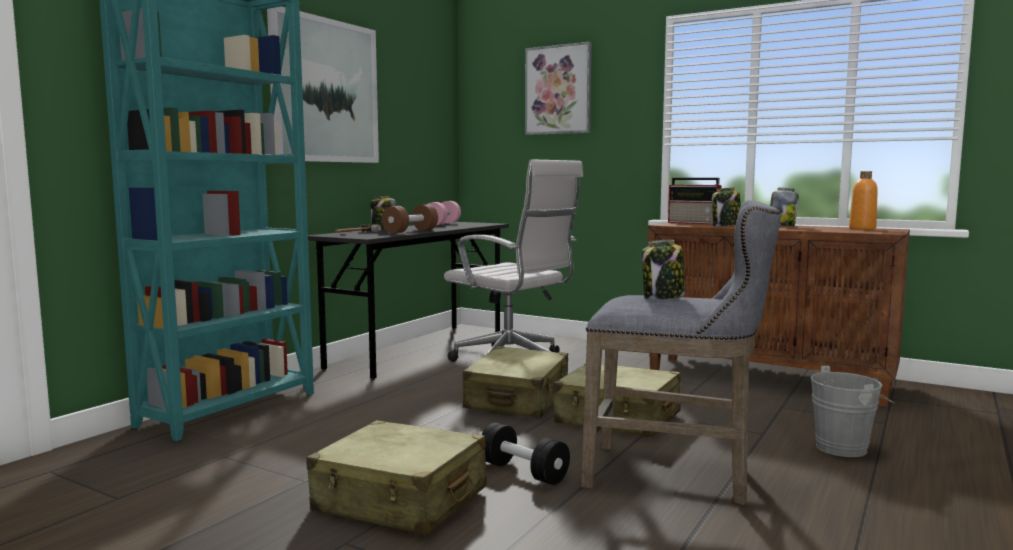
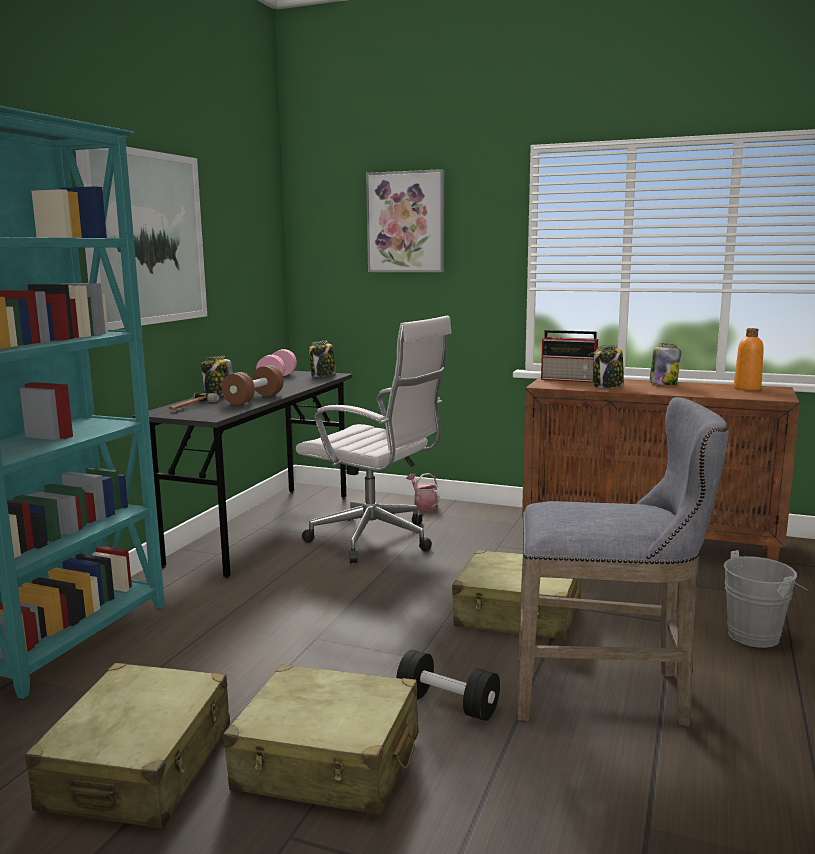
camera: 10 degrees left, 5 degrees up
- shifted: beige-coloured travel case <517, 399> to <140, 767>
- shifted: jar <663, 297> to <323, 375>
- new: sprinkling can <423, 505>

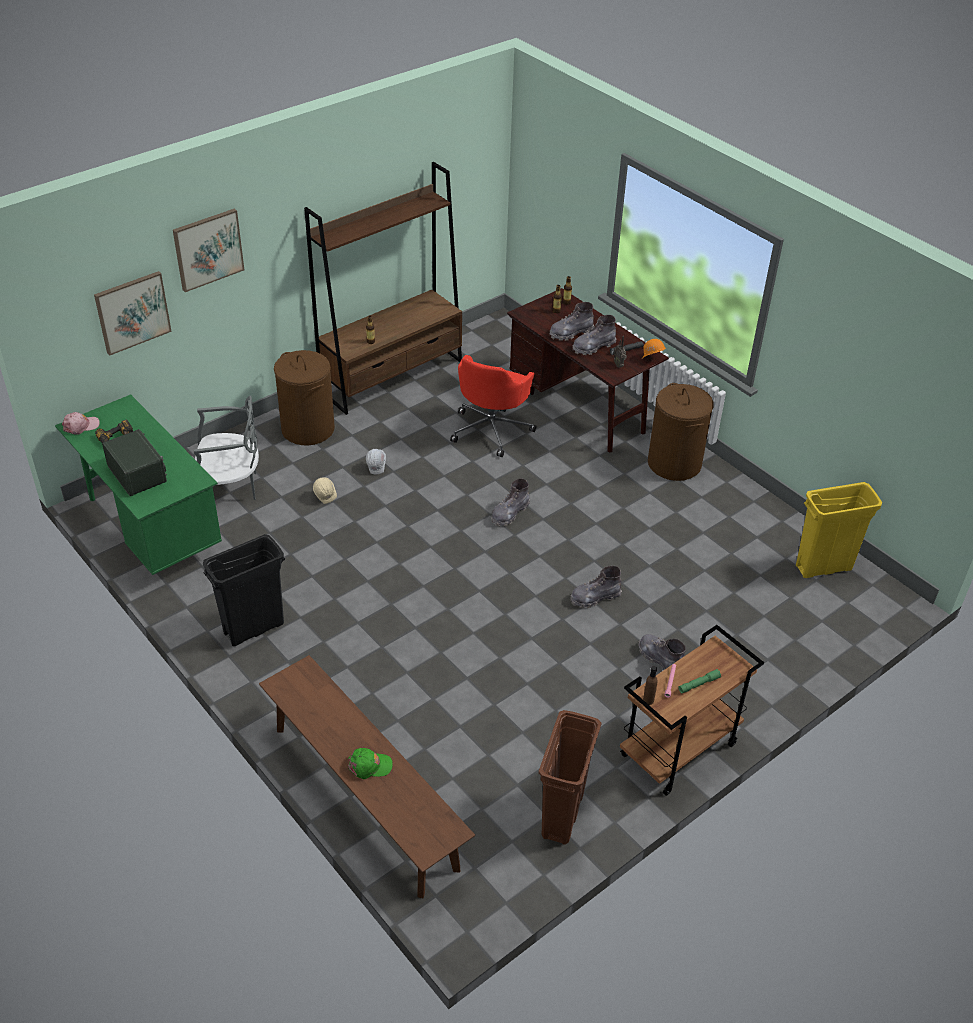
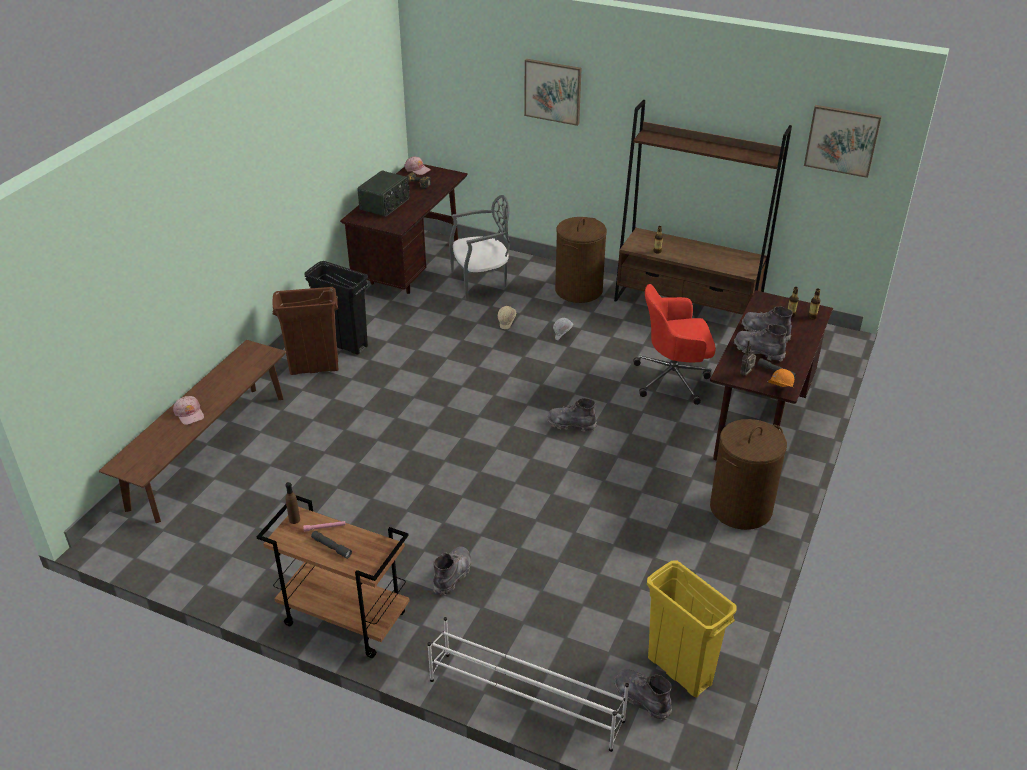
camera: 65 degrees right, 5 degrees down
- repainted: green-coloured peaked cap <370, 766> to pink-coloured peaked cap <189, 413>
- shifted: brownish rubbish bin <562, 816> to <314, 368>
- repainted: green-coloured torch <699, 684> to grey torch <331, 547>
- repainted: green-coloured desk table <150, 530> to brownish desk table <410, 267>
- new: white shoe shelf <525, 699>
- rotated: grey chair <230, 488> = <481, 281> 75 degrees counterclockwise
- shifted: grey tall boot <595, 597> to <642, 698>
- shifted: picture <132, 312> to <842, 140>

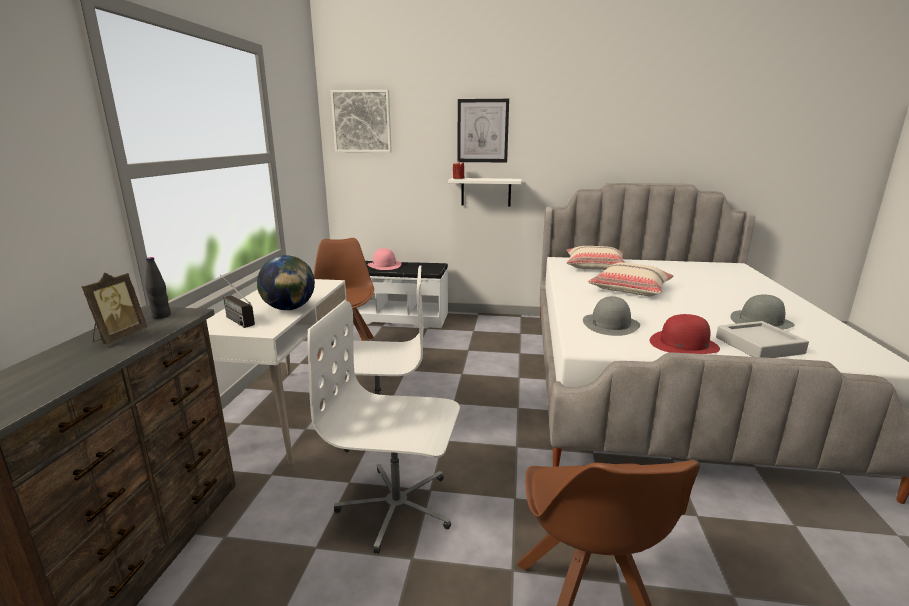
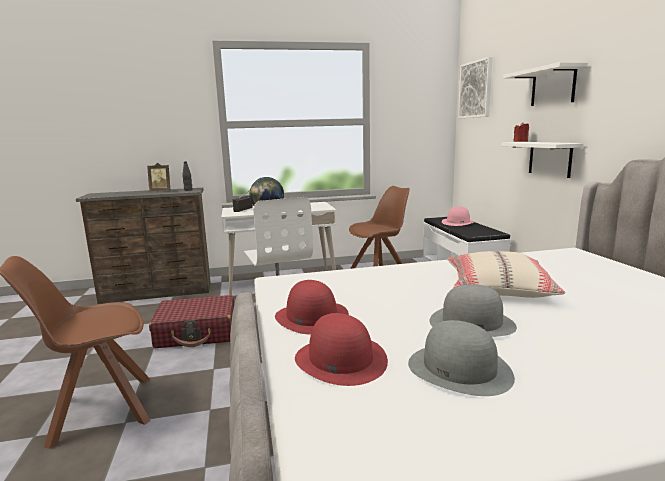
camera: 70 degrees right, 5 degrees down
- swapped: white office chair <397, 507> to red travel case <197, 333>
- swapped: grey carrying tray <759, 345> to red clothing hat <340, 359>
- shifted: grey clothing hat <610, 324> to <472, 323>
- swapped: picture <482, 131> to white bracket shelf <553, 86>
- gone: beige-coloured cushion <595, 266>

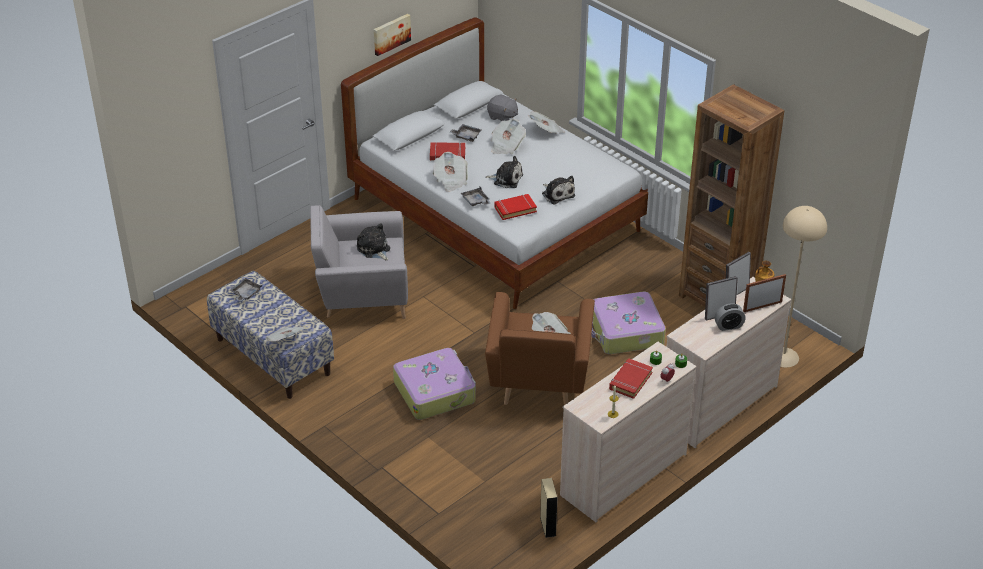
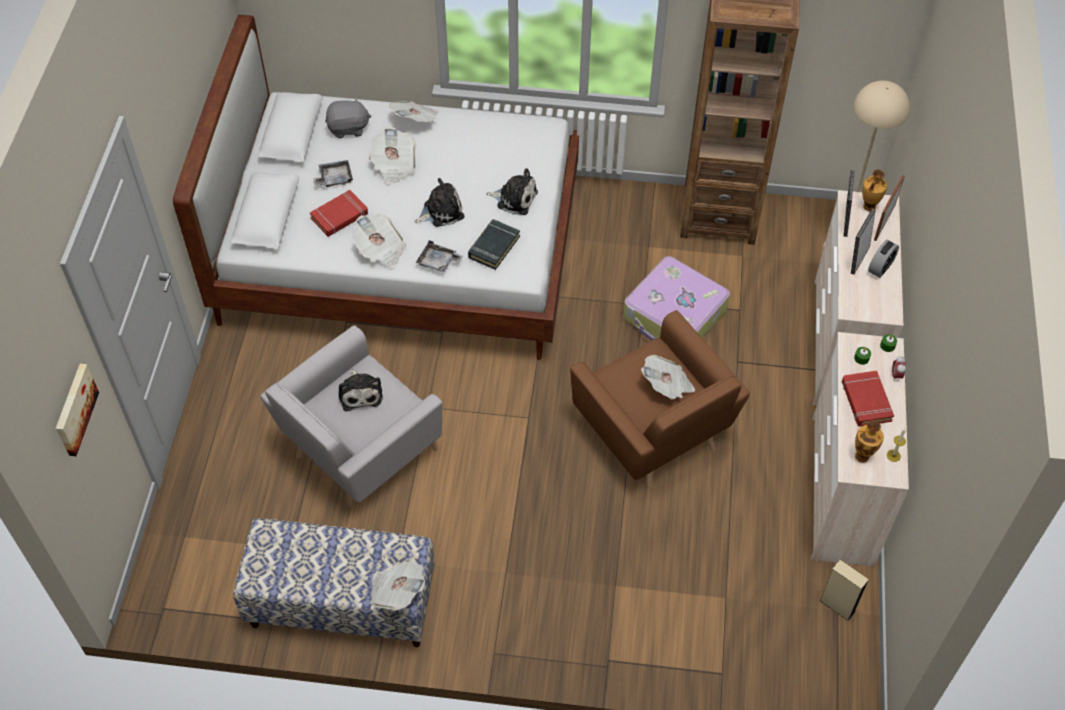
camera: 40 degrees left, 15 degrees up
- shifted: picture <391, 34> to <74, 409>
- rotated: cuddly toy <374, 249> = <360, 393> 120 degrees counterclockwise
- repainted: red volume <515, 209> to black-coloured volume <493, 247>
- new: vase <862, 456>
- gone: grey carrying tray <245, 293>
- gone: travel case <435, 391>

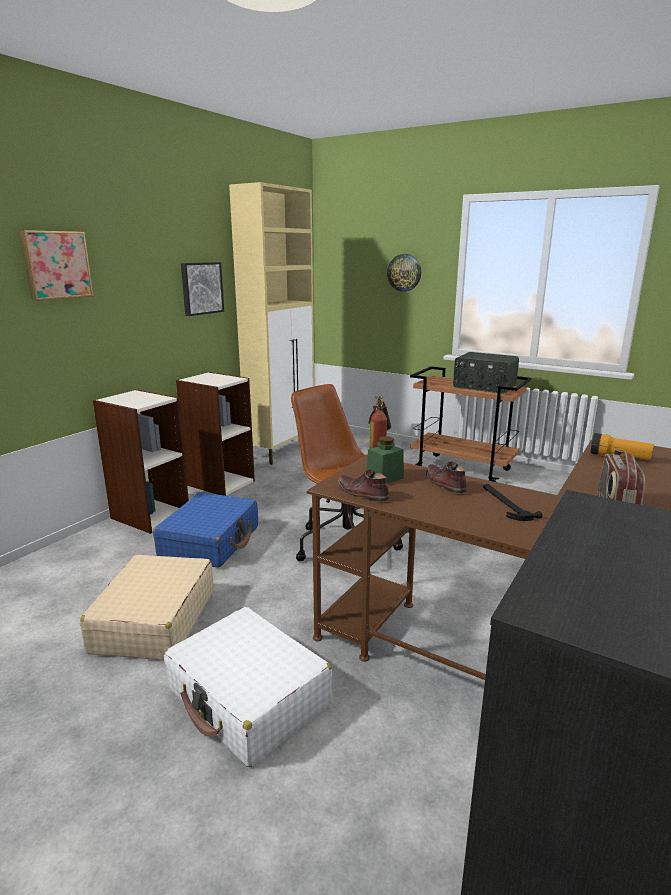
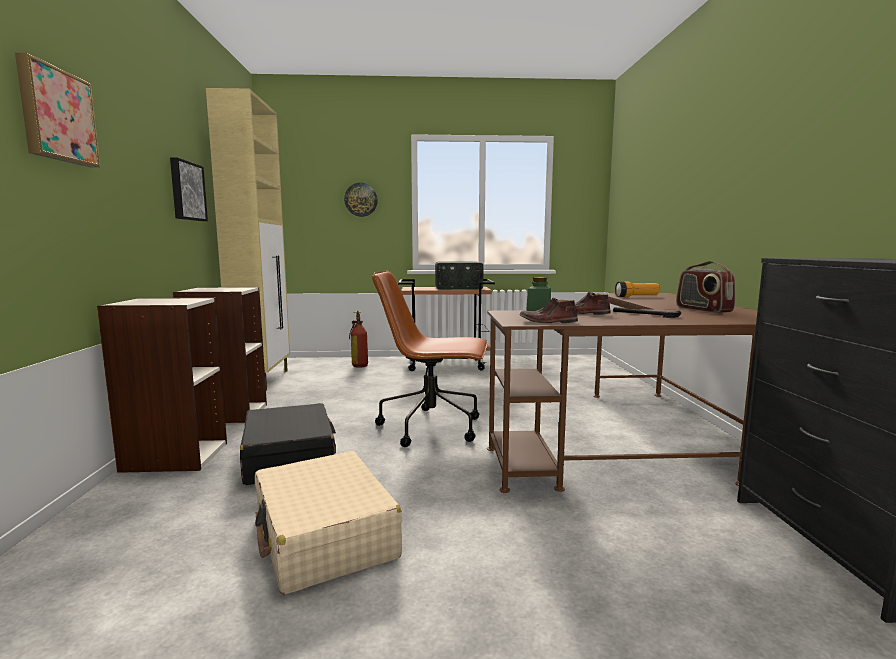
camera: 35 degrees left, 10 degrees down
- repainted: bluish travel case <210, 541> to black-coloured travel case <289, 457>
- gone: white travel case <249, 698>

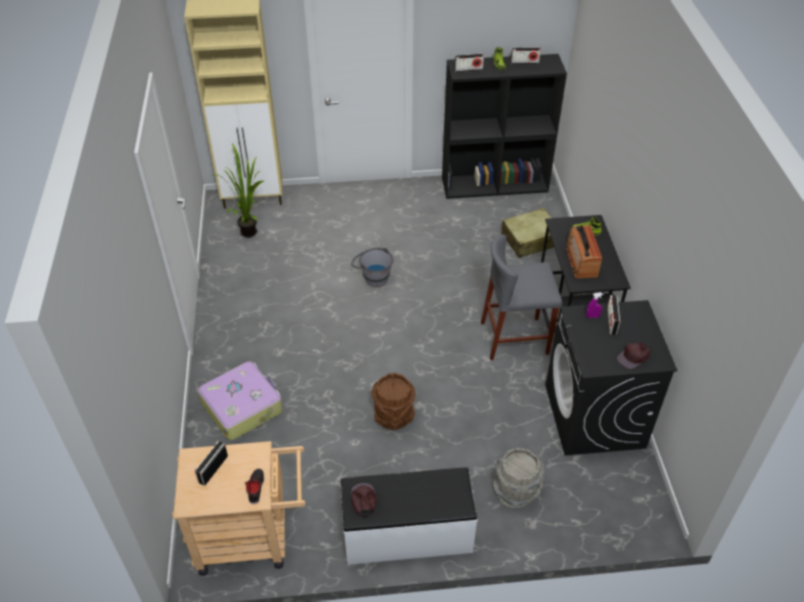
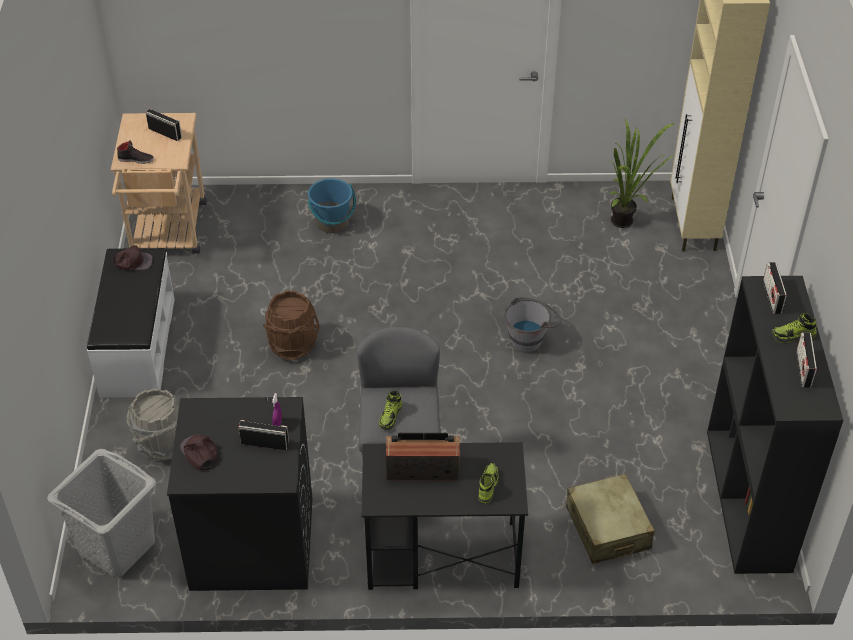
camera: 95 degrees right, 0 degrees up
- new: grey hamper <116, 547>
- swapped: travel case <242, 406> to bluish pail <332, 223>
- new: low shoe <390, 416>

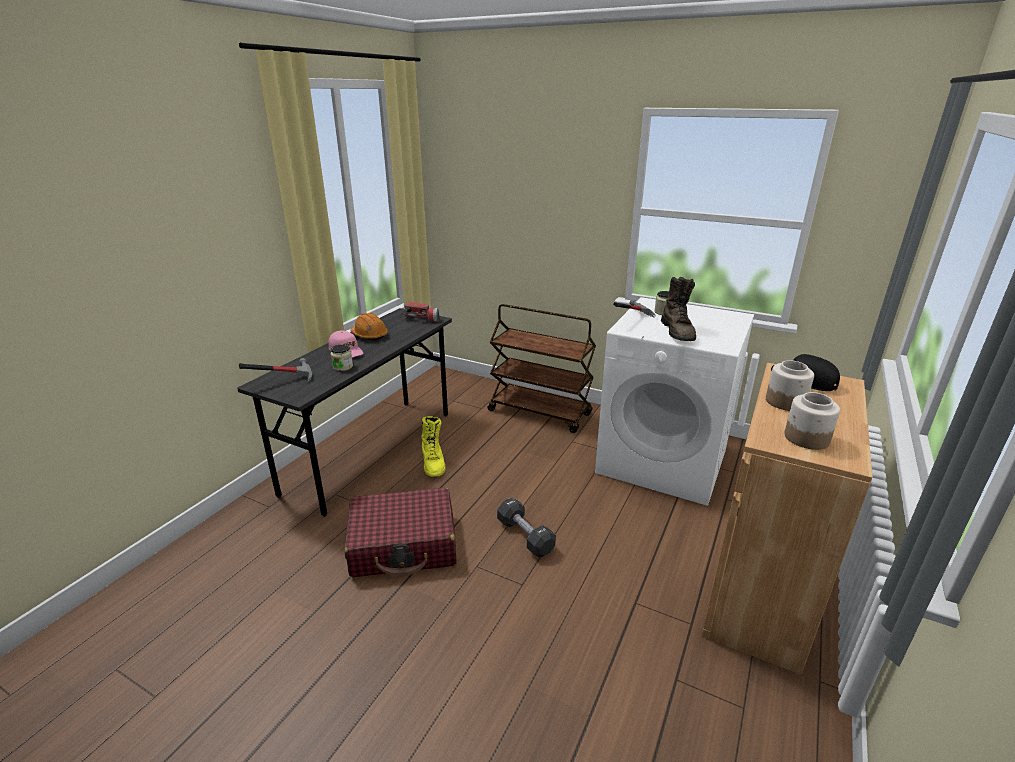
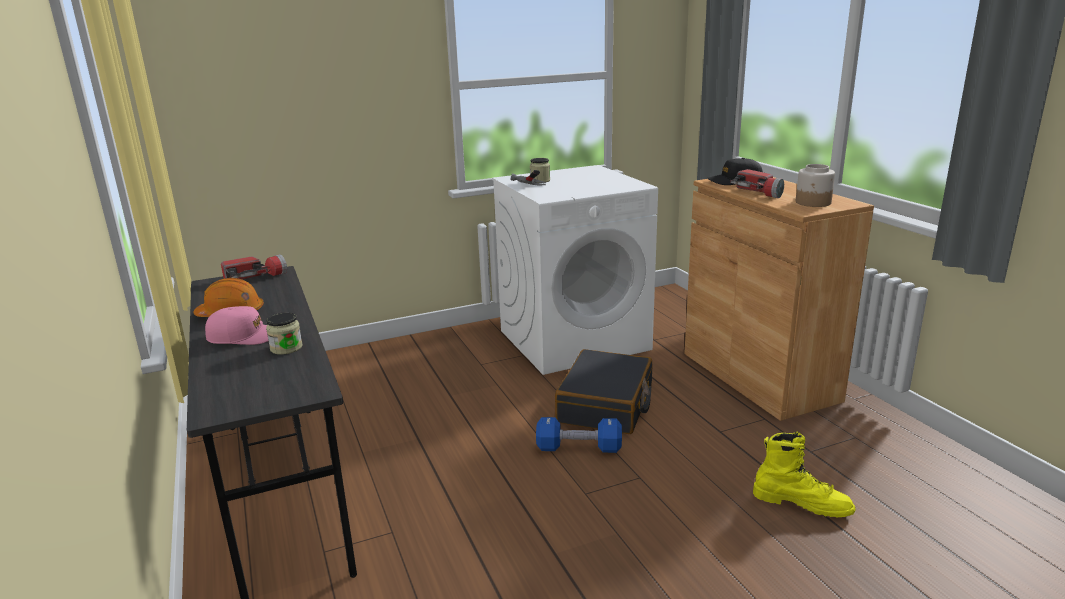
camera: 50 degrees left, 5 degrees down
- repainted: black-coloured free weight <525, 536> to bluish free weight <579, 448>
- new: black-coloured travel case <606, 405>
- swapped: jar <785, 402> to torch <758, 193>
- shifted: yellowish tall boot <433, 462> to <802, 503>
- gone: hammer <283, 380>
- gone: red travel case <404, 544>
- gone: brownish wheeled cart <540, 413>
- gone: brownish tall boot <678, 332>

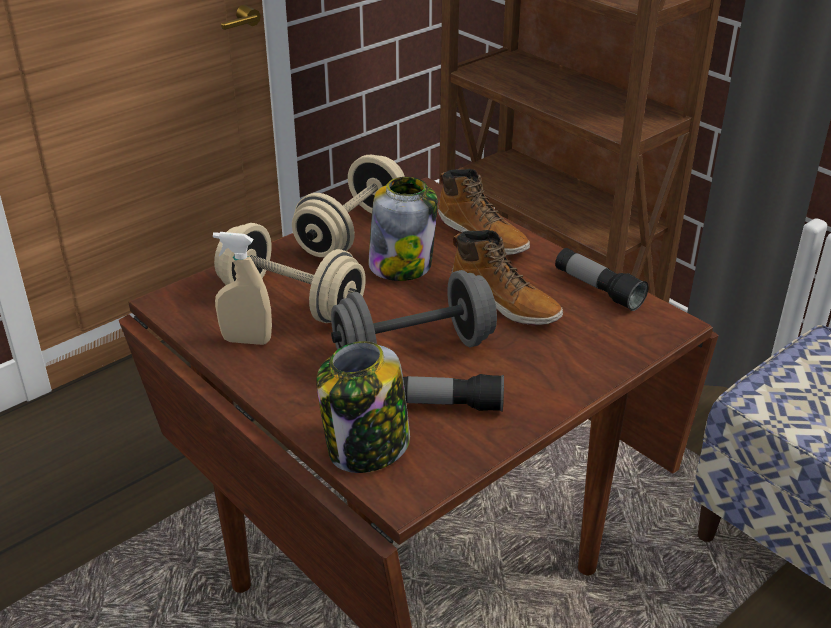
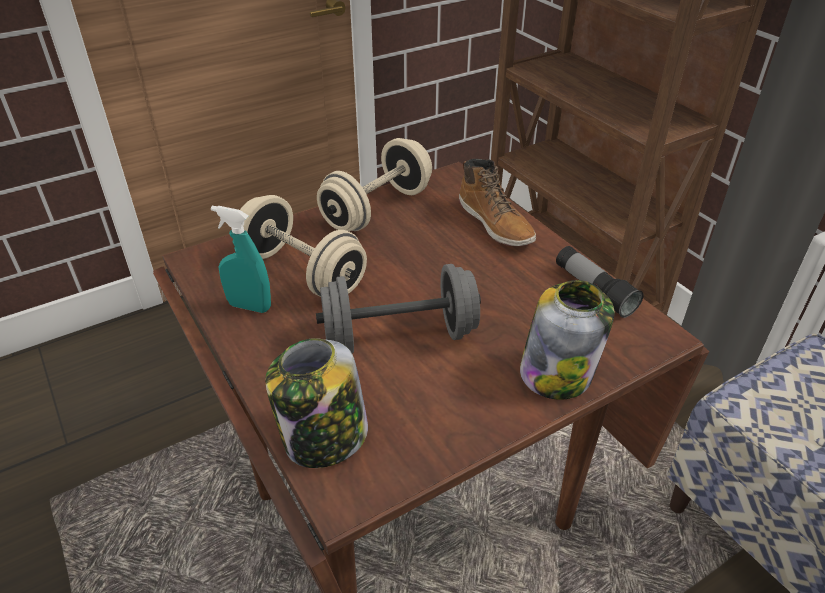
camera: 10 degrees right, 5 degrees up
- repainted: beige-coloured spray bottle <246, 340> to turquoise-coloured spray bottle <249, 306>
- shifted: jar <401, 265> to <557, 373>
- gone: torch <447, 405>
- gone: tall boot <505, 302>

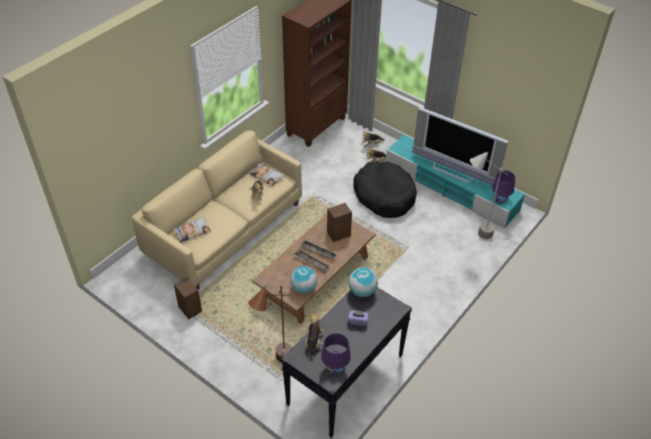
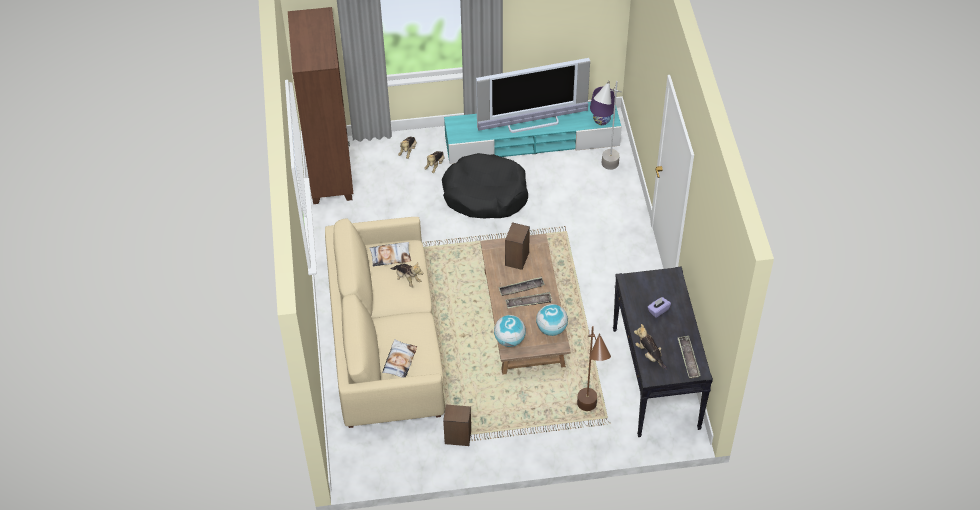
camera: 45 degrees left, 5 degrees up
- shifted: globe <362, 291> to <509, 340>
- swapped: purple lamp for a table <335, 367> to carrying tray <688, 359>

